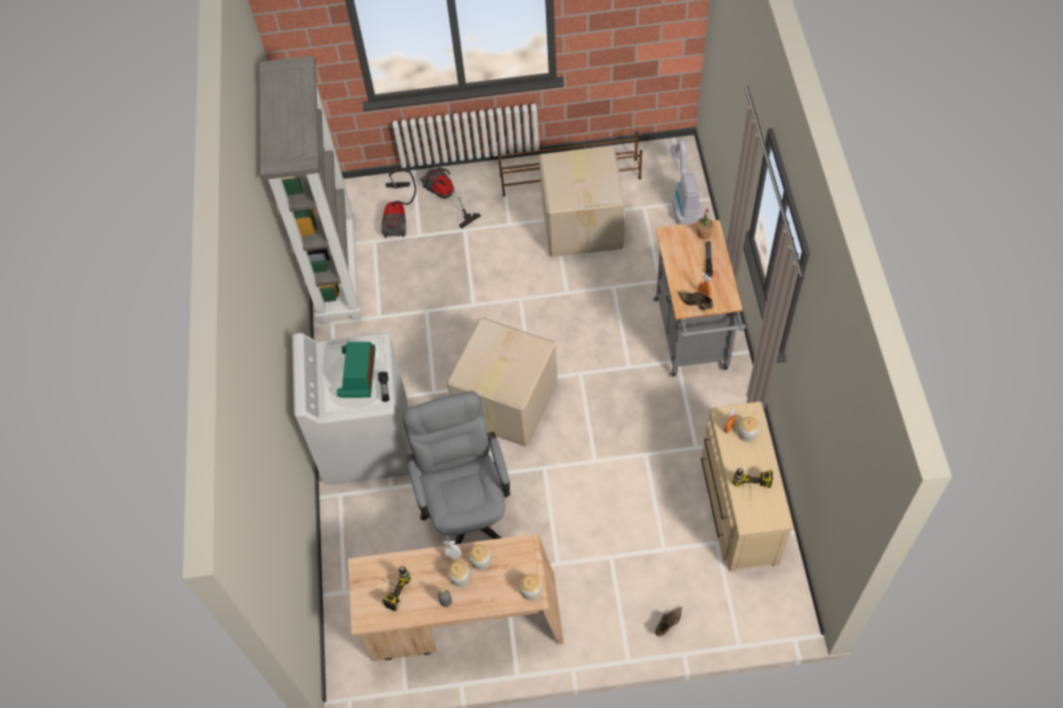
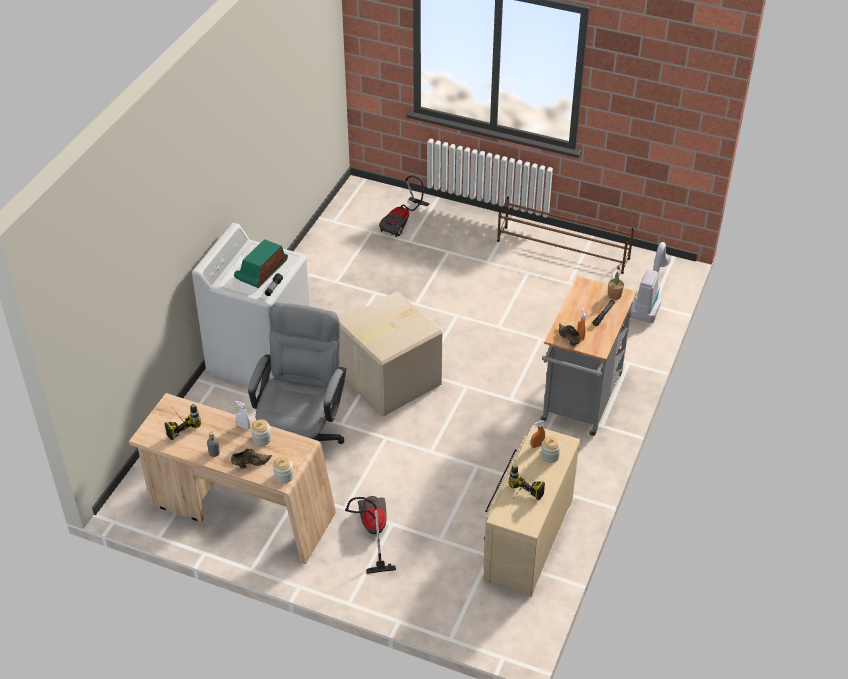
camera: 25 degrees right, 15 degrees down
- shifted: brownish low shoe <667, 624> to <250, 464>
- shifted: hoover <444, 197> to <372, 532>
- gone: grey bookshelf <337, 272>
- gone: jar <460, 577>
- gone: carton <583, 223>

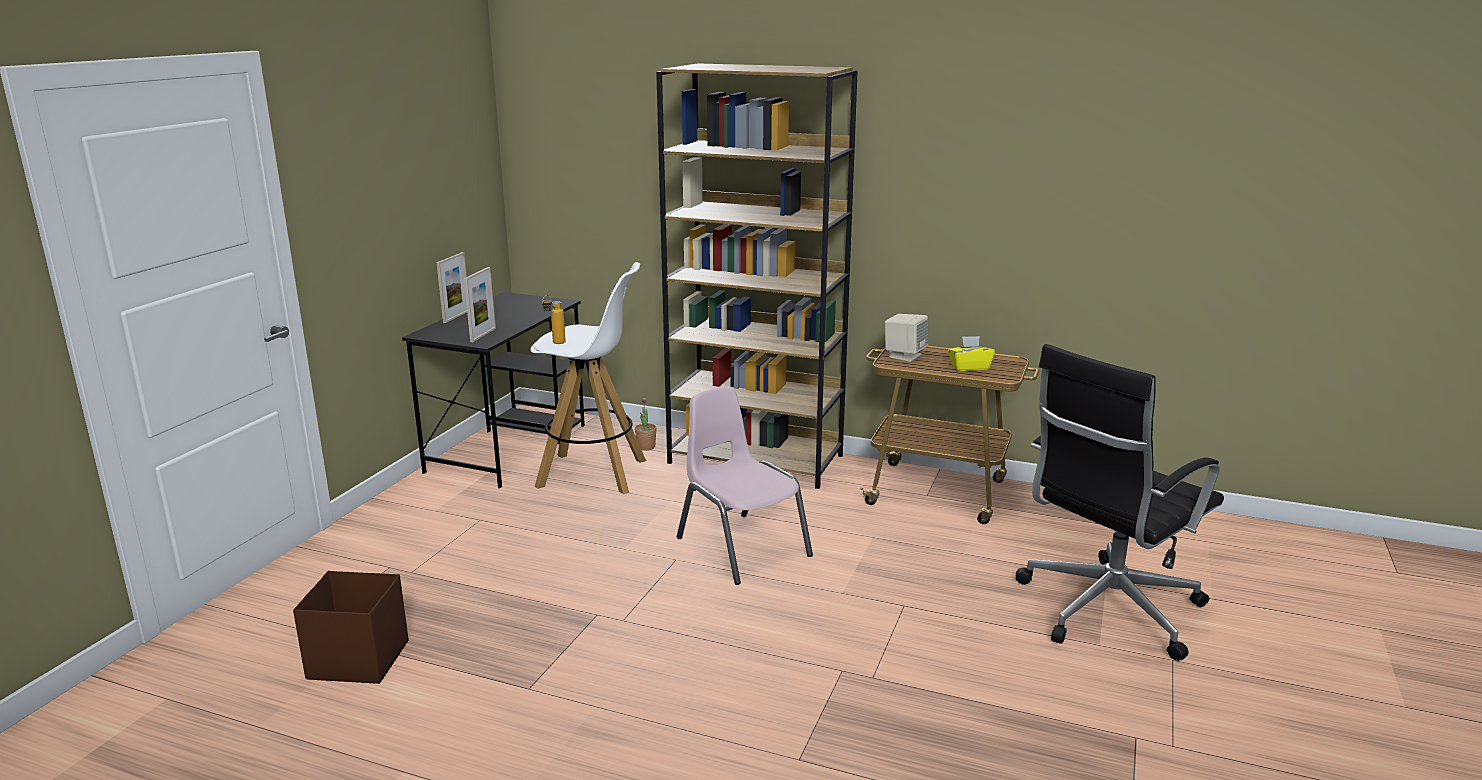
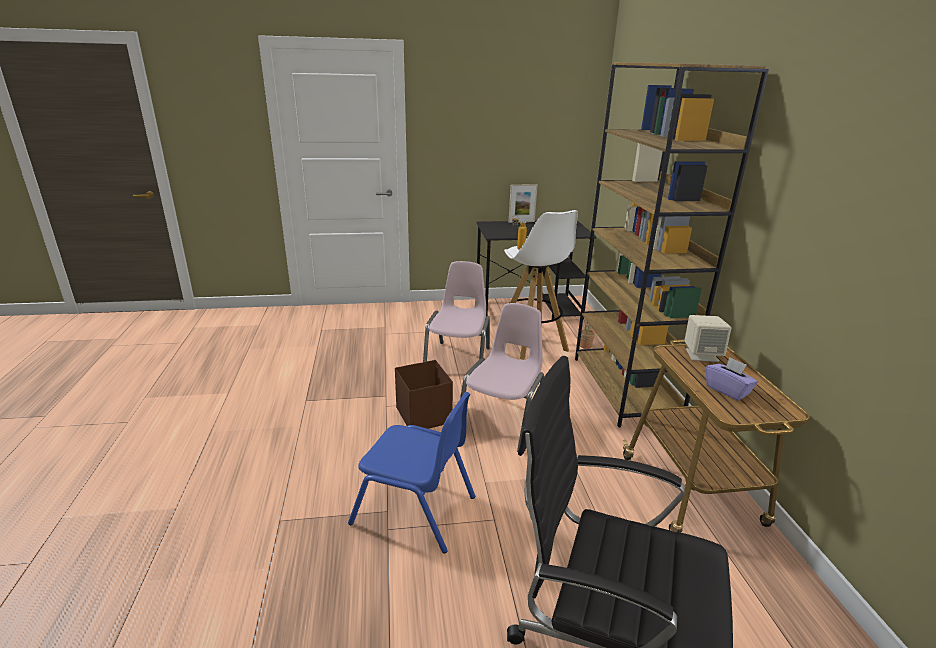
camera: 60 degrees right, 5 degrees up
- new: bluish chair <415, 510>
- shifted: brownish storage bin <357, 660> to <423, 415>
- new: pink-coloured chair <458, 360>
- repainted: yellowish tissue box <969, 367> to purple tissue box <727, 390>
- gone: picture frame <483, 335>

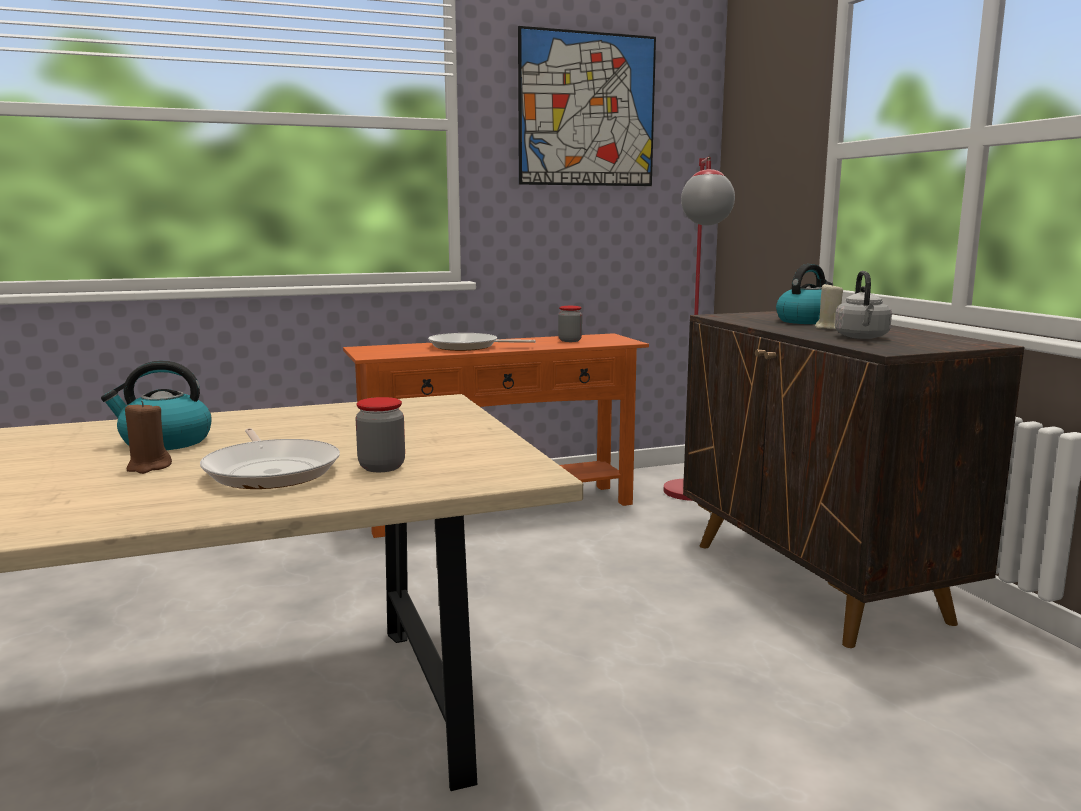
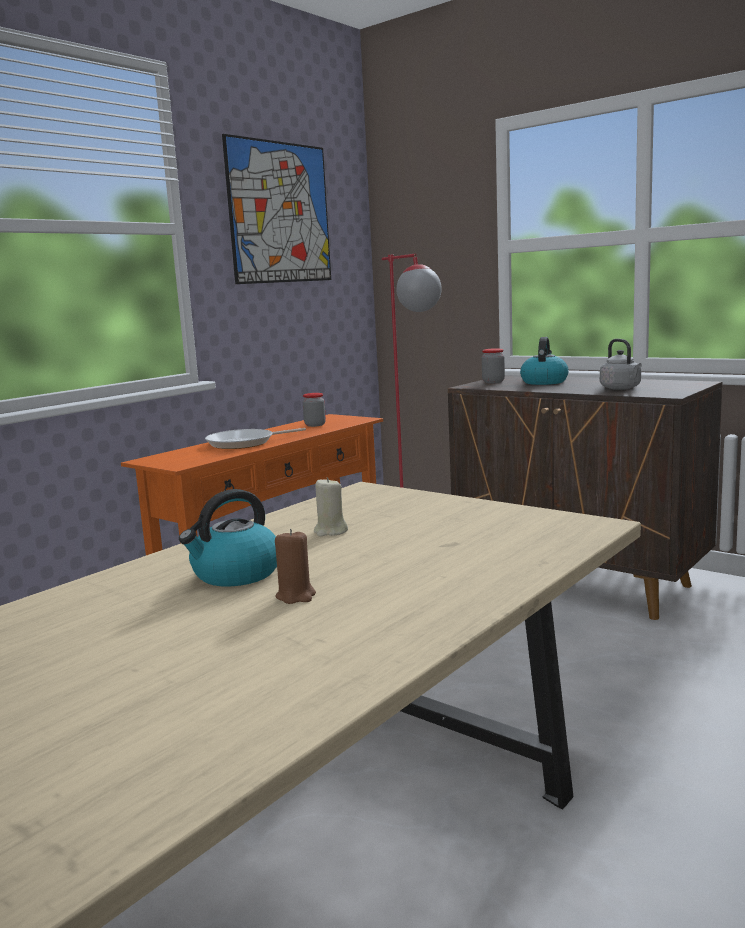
camera: 30 degrees left, 0 degrees up
- shifted: beige-coloured candle <828, 327> to <330, 531>
- shifted: jar <382, 467> to <493, 382>
- gone: pan <271, 471>

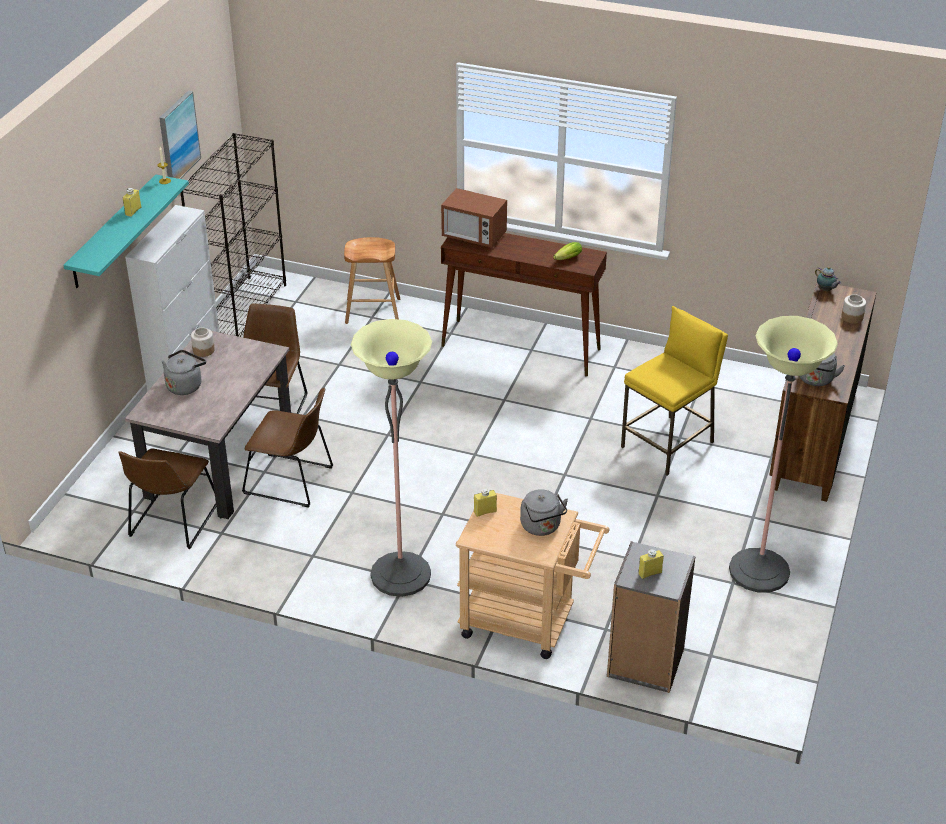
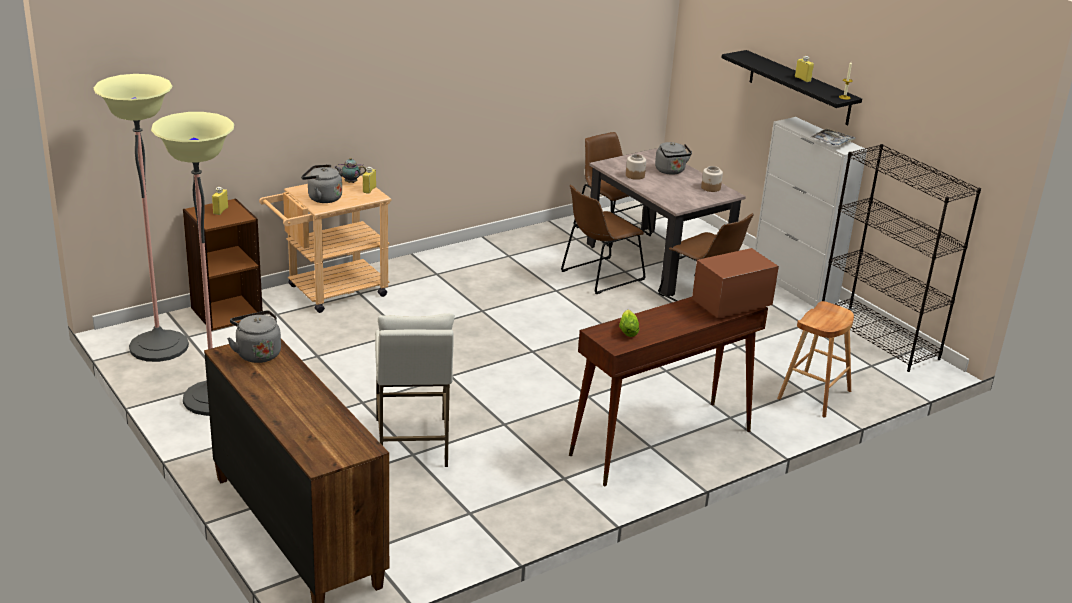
camera: 125 degrees right, 10 degrees down
- shifted: standing lamp <400, 575> to <159, 346>
- repainted: grey bookshelf <645, 663> to brownish bookshelf <226, 312>
- shifted: tea pot <825, 290> to <350, 182>
- repainted: yellowish stool <668, 445> to white stool <412, 443>
- shifted: jar <851, 317> to <635, 175>
- repainted: turquoise-coloured bracket shelf <113, 232> to black-coloured bracket shelf <799, 88>
- new: carrying tray <832, 142>
- gone: picture <178, 138>

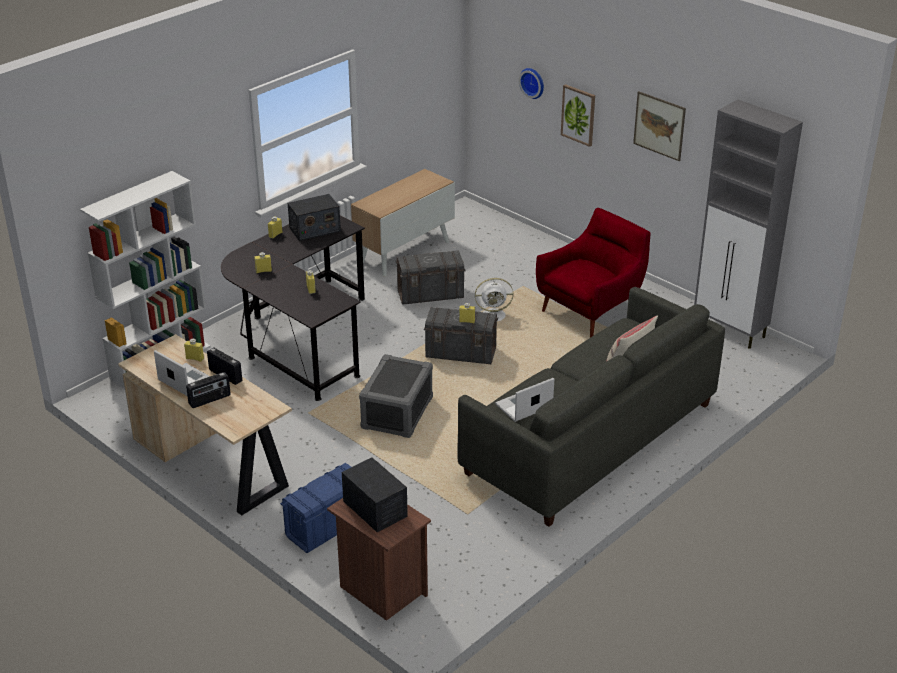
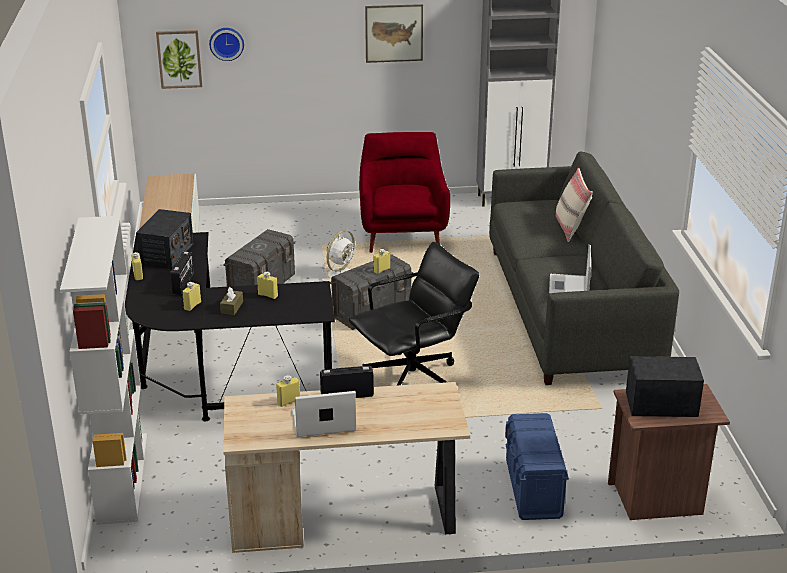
camera: 50 degrees left, 5 degrees down
- shifted: picture <578, 115> to <179, 59>
- shifted: radio set <210, 400> to <184, 284>
- new: brownish tissue box <232, 307>
- swapped: grey storage bin <397, 413> to black-coloured office chair <413, 379>

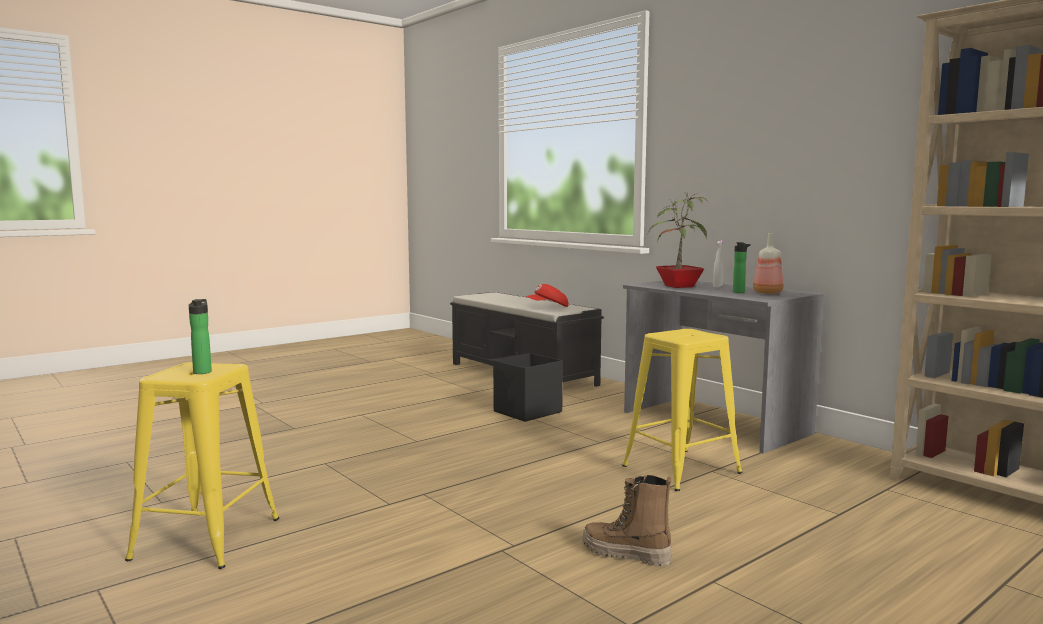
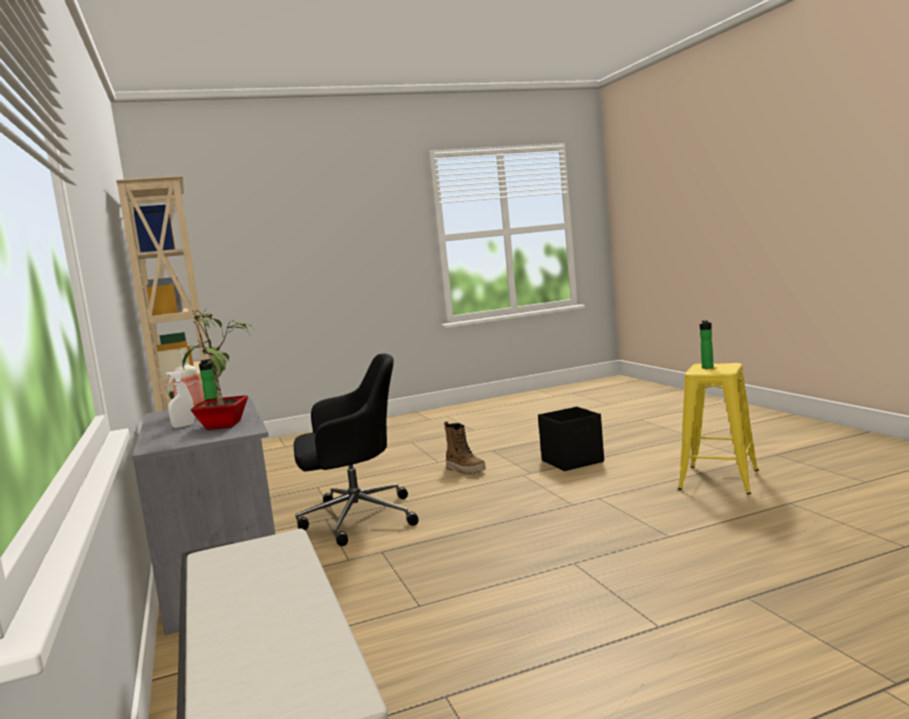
camera: 160 degrees left, 0 degrees up
- swapped: yellowish stool <681, 469> to black-coloured office chair <356, 518>
- shifted: black-coloured storage bin <526, 412> to <573, 461>
- gone: red peaked cap <548, 307>

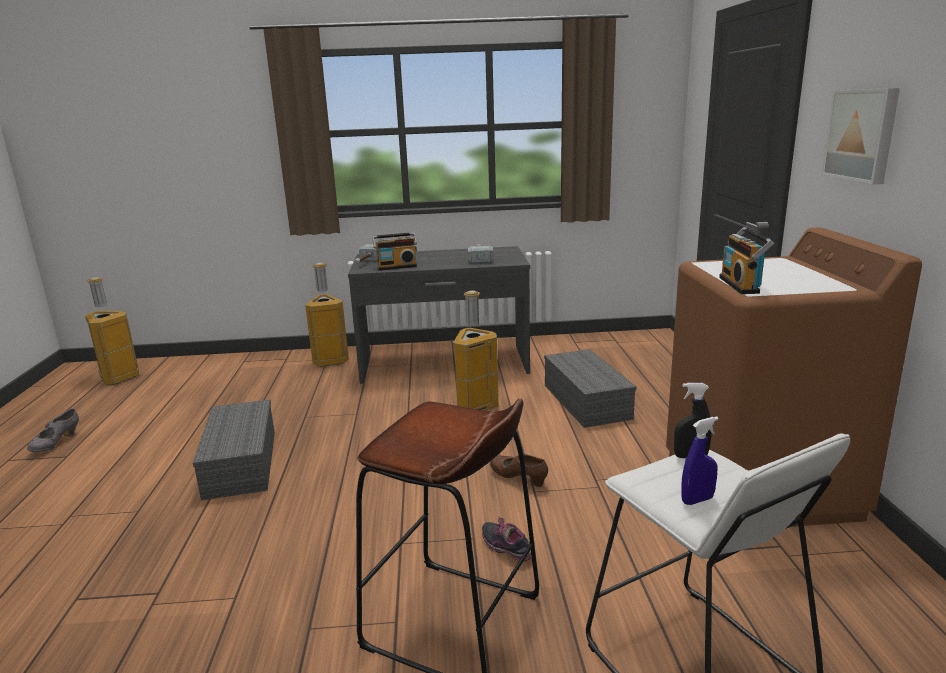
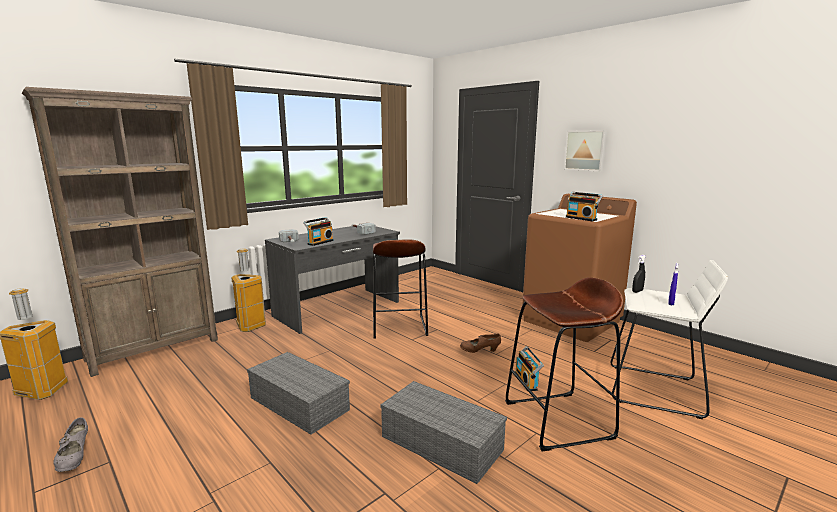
camera: 40 degrees left, 5 degrees down
- new: brownish bookshelf <155, 349>
- swapped: rubbish bin <475, 408> to brownish stool <399, 326>
- shifted: grey storage bin <584, 401> to <439, 443>
- swapped: low shoe <508, 549> to radio set <527, 381>

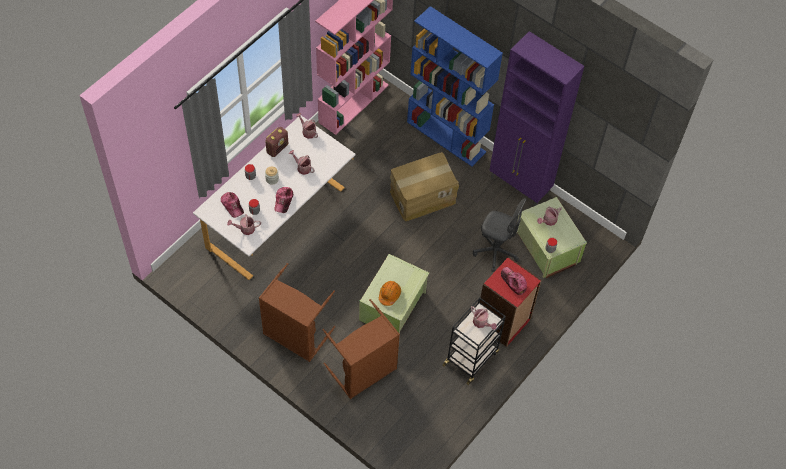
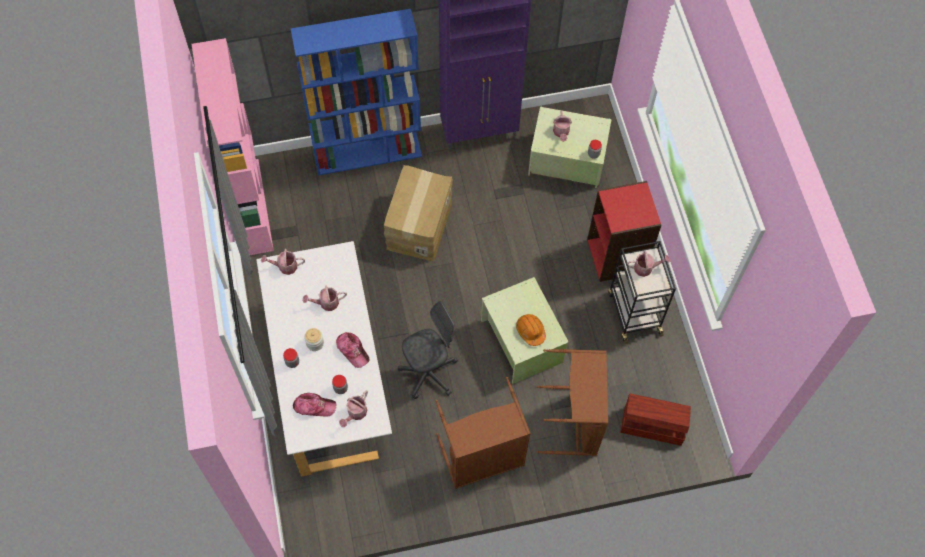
camera: 50 degrees left, 5 degrees up
- shifted: grey office chair <495, 252> to <428, 373>
- new: brownish storage bin <652, 425>
- gone: radio set <277, 148>
- gone: peaked cap <513, 282>

